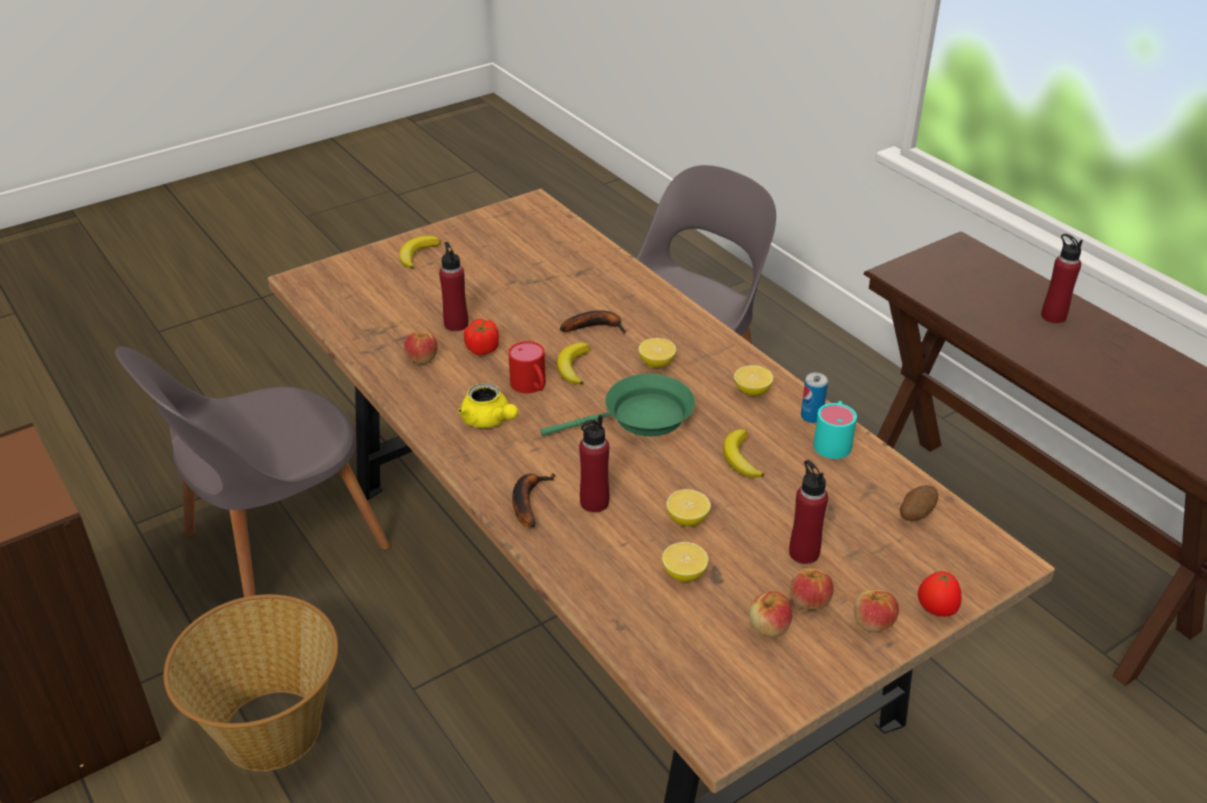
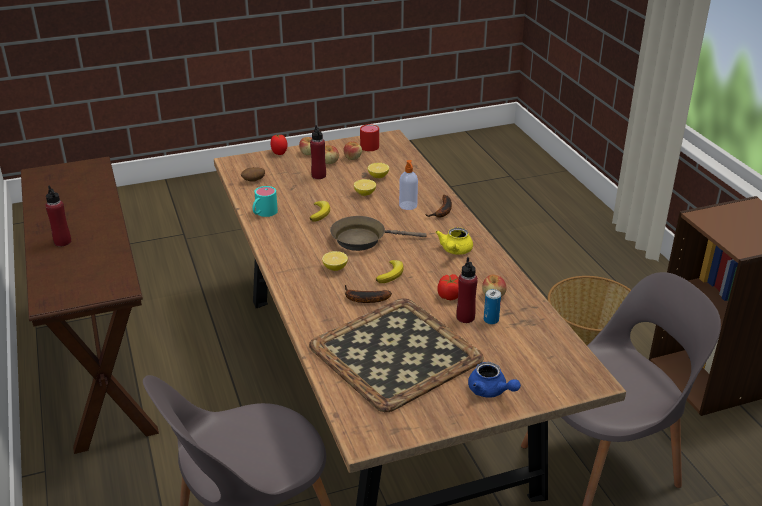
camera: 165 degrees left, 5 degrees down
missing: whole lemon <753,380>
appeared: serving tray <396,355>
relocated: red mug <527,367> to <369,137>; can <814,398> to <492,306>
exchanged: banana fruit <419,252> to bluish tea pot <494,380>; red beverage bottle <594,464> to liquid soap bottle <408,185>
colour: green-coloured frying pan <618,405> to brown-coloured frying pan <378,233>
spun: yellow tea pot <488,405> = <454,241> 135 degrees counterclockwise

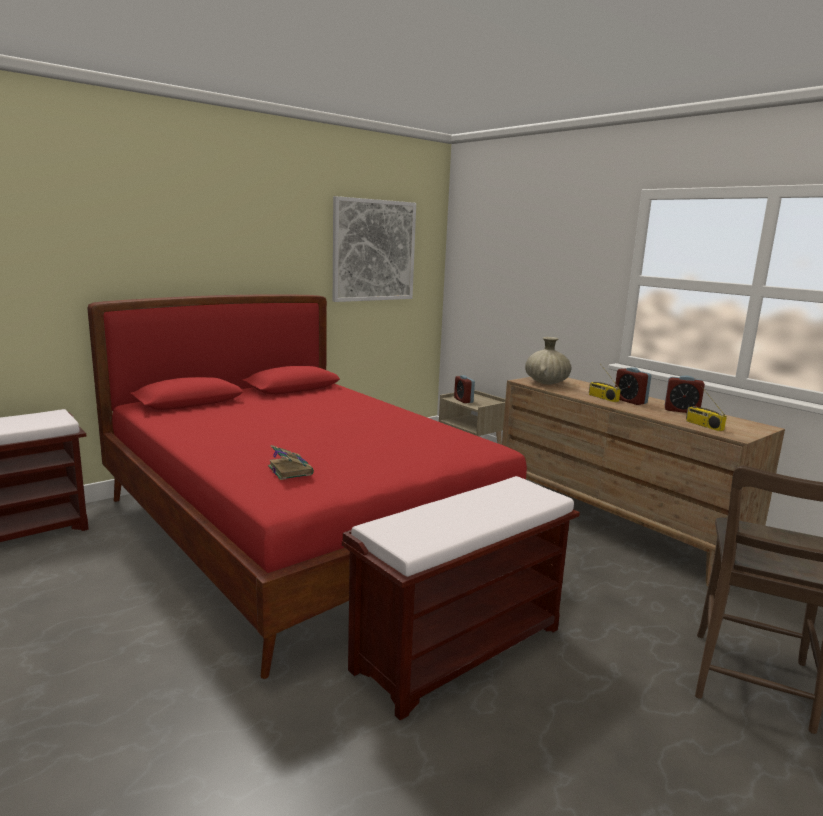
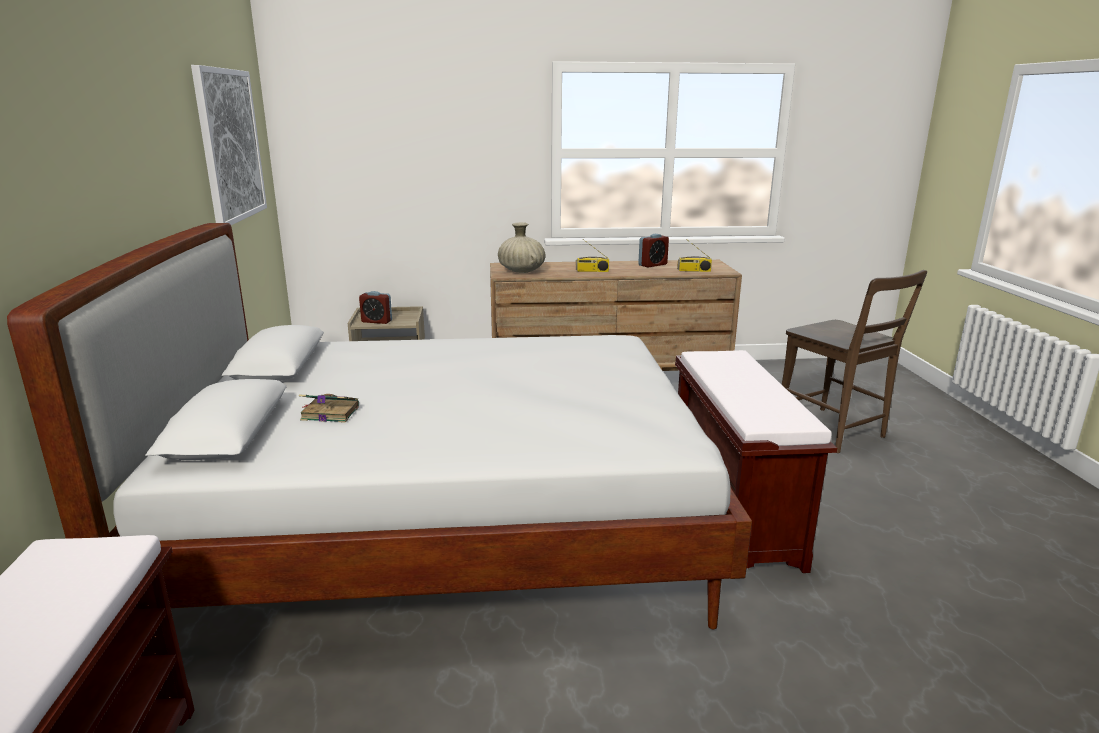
camera: 55 degrees left, 5 degrees up
missing: bedside clock <633,386>
relocated: book <291,462> to <329,408>
colour: red sleeping bed <307,486> to whitish sleeping bed <379,426>

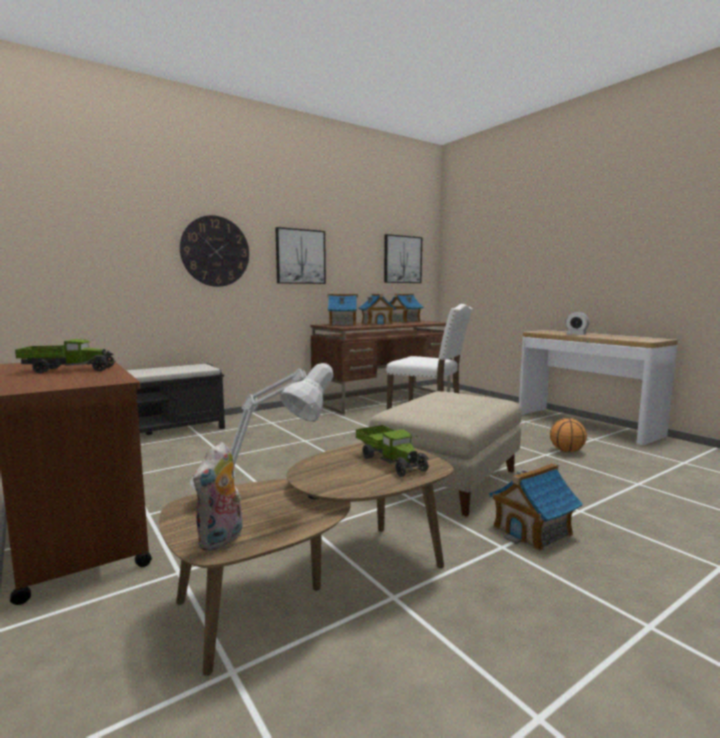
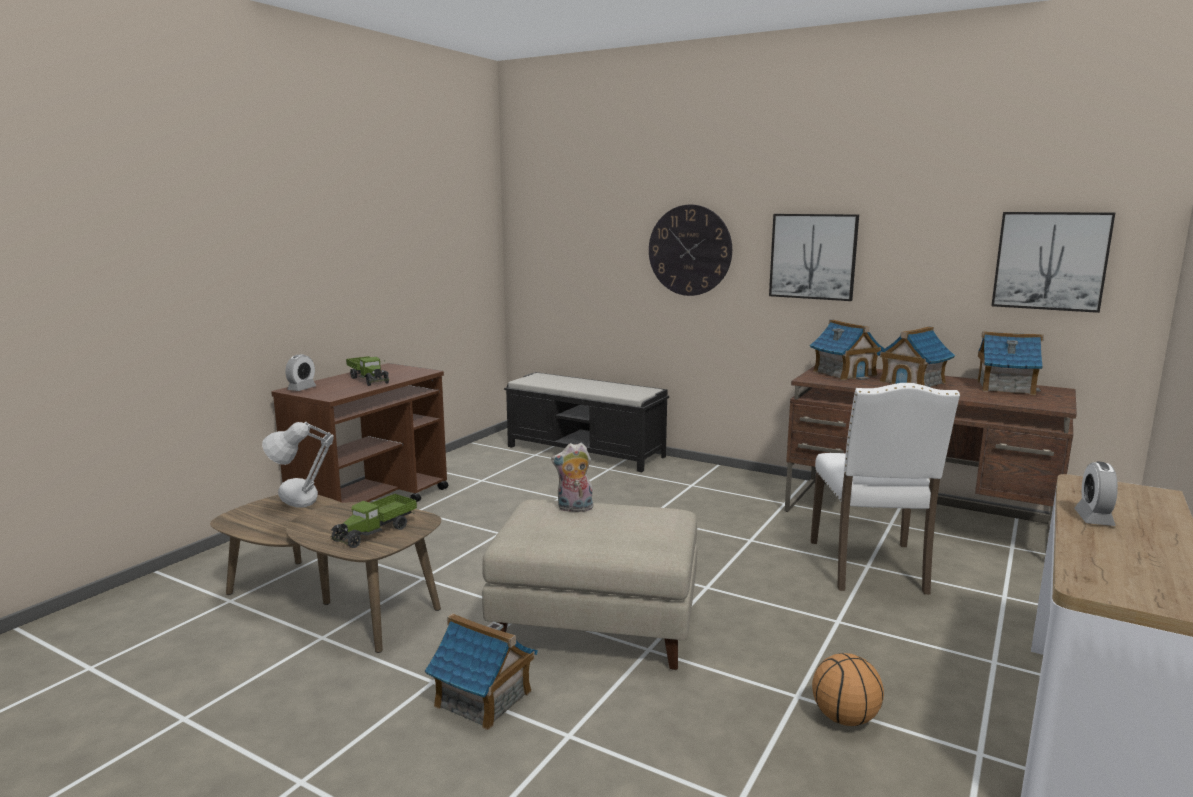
camera: 65 degrees right, 5 degrees up
appeared: bedside clock <301,372>
relocated: plush toy <217,496> to <572,477>

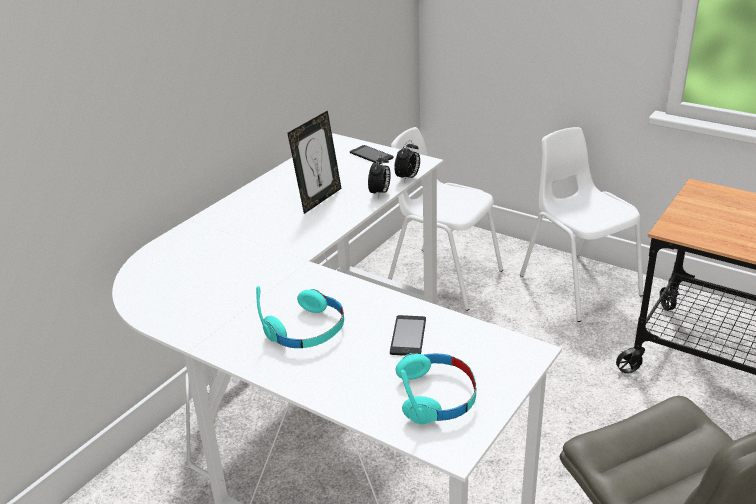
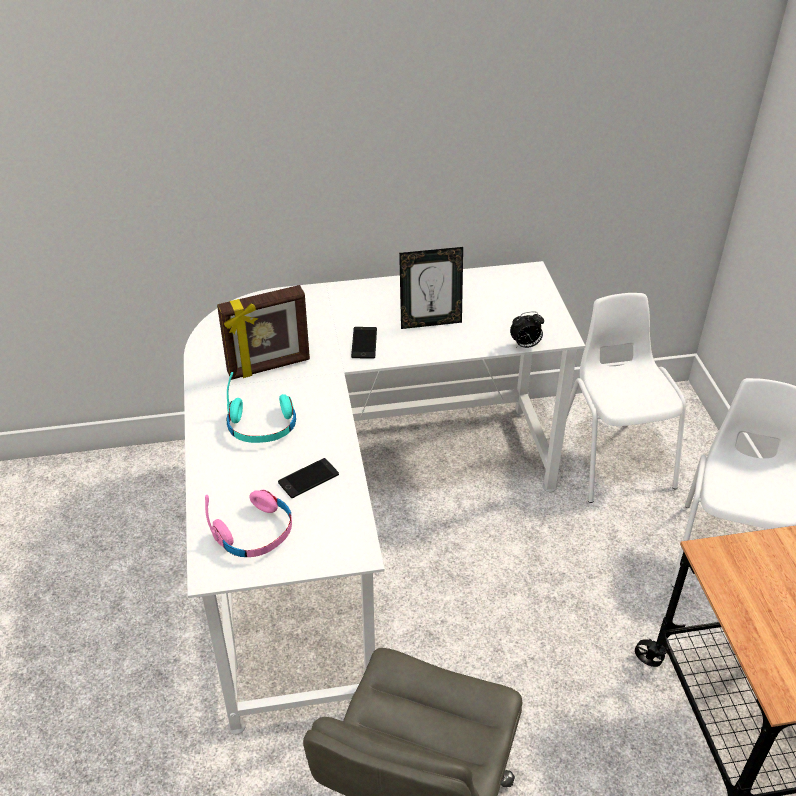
camera: 45 degrees right, 10 degrees up
missing: bedside clock <379,176>
appeared: photo frame <263,332>
relocated: phone <372,154> to <364,343>
colour: blue-green pair of headphones <435,388> to pink-coloured pair of headphones <248,523>

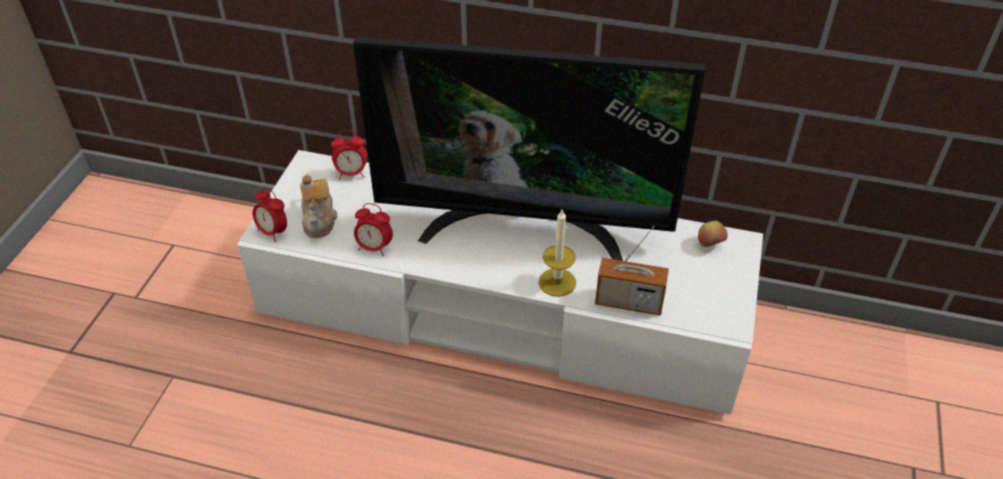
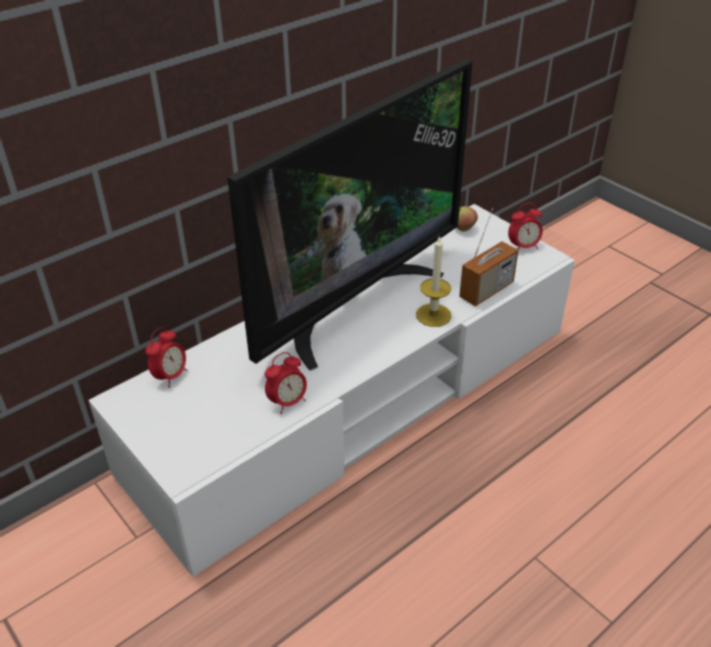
camera: 55 degrees left, 5 degrees down
missing: tea pot <318,206>
relocated: bedside clock <270,214> to <525,226>

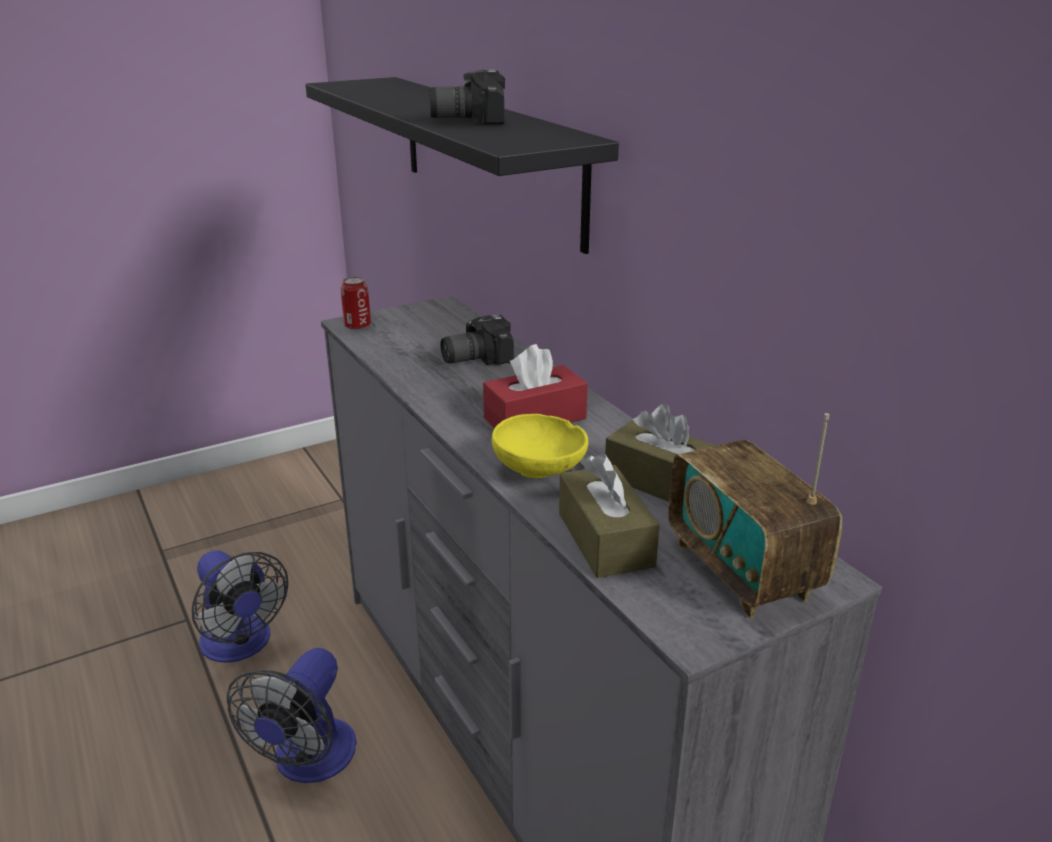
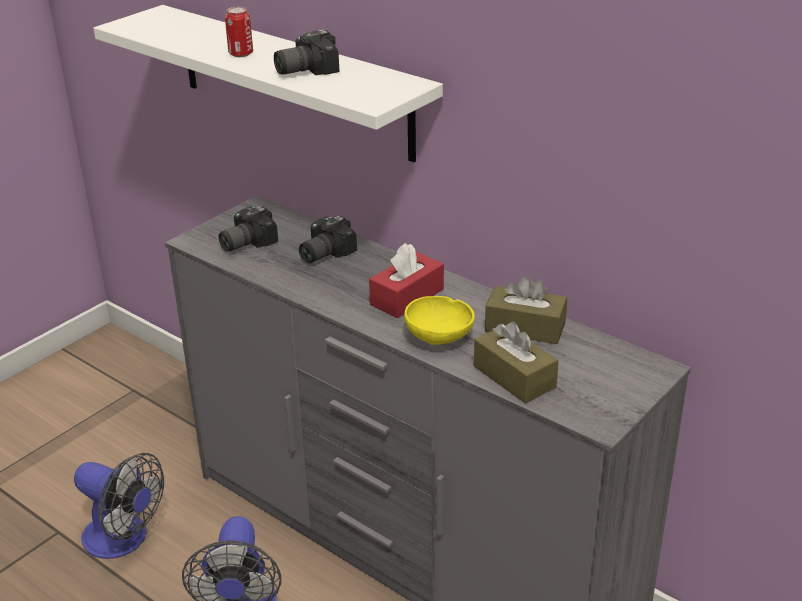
camera: 20 degrees left, 5 degrees up
missing: radio <755,516>
appeared: photo camera <248,229>
relocated: can <356,303> to <239,32>
colour: black-coloured shelf <462,165> to whitish shelf <268,83>

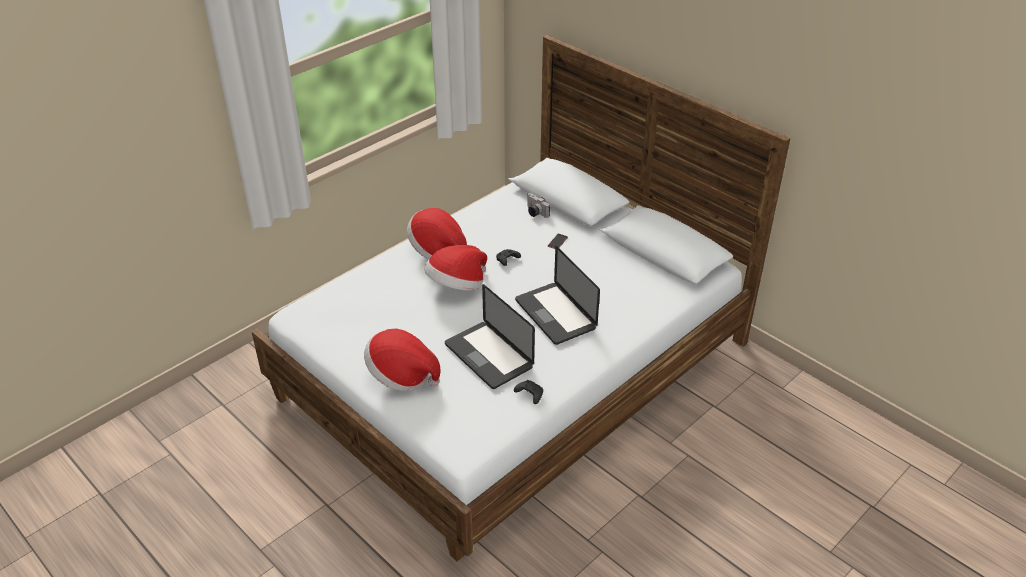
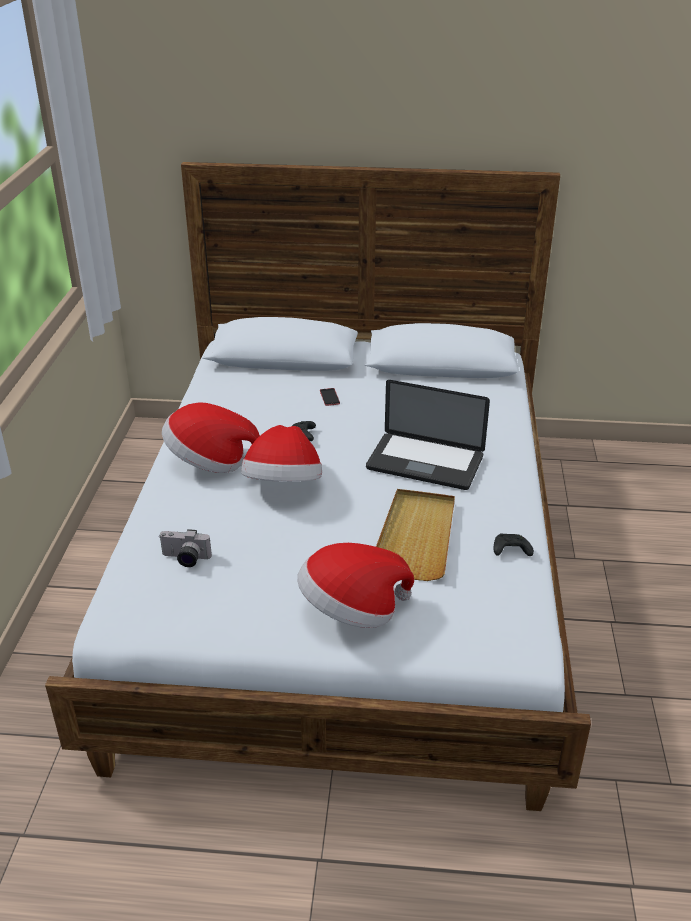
camera: 40 degrees left, 5 degrees down
relocated: photo camera <538,205> to <186,548>
exchanged: notebook computer <490,336> to beige-coloured serving tray <415,535>

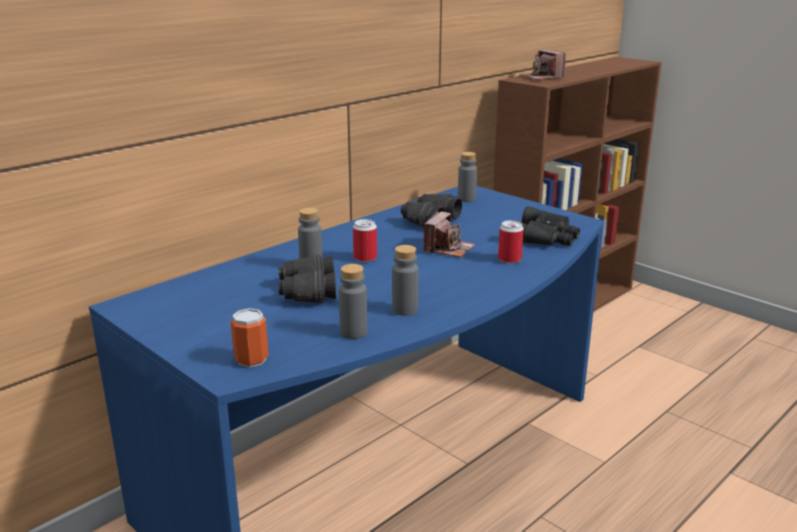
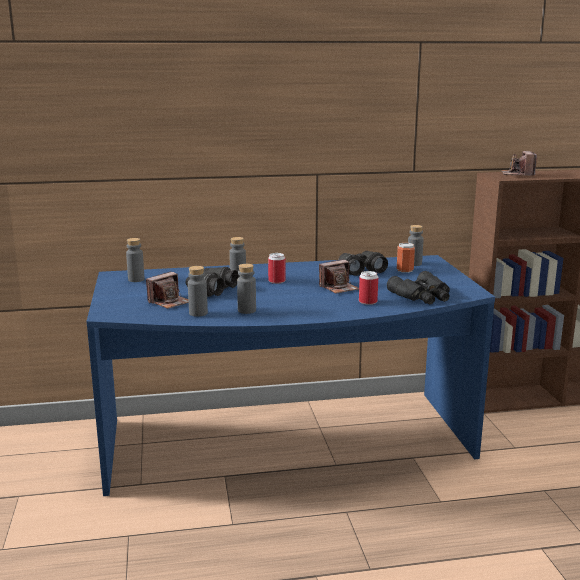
camera: 35 degrees right, 5 degrees down
appeared: gray beverage bottle <135,260>; photo camera <167,290>
relocated: can <250,337> to <406,258>

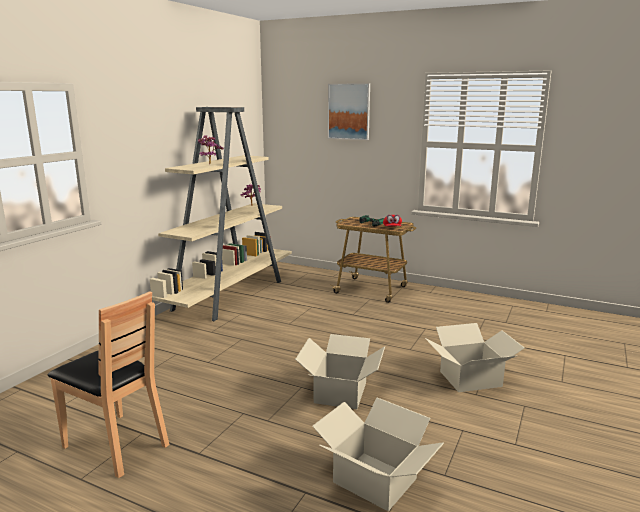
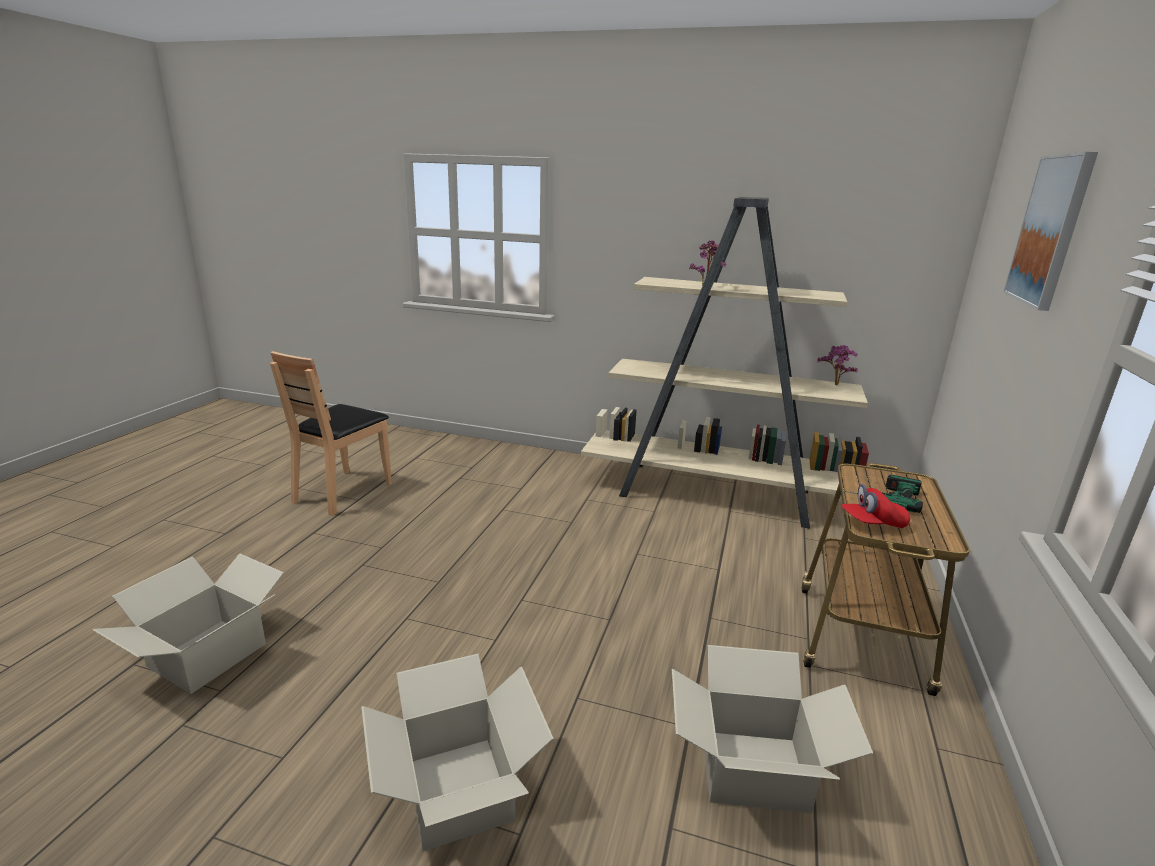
camera: 80 degrees right, 5 degrees up
relocated: packing box <340,371> to <772,729>

